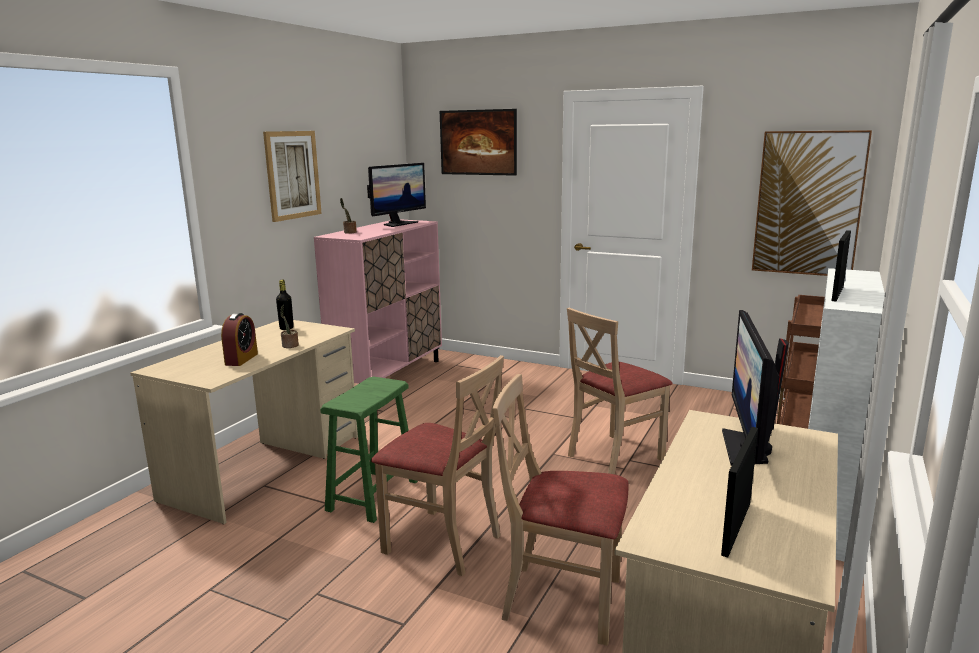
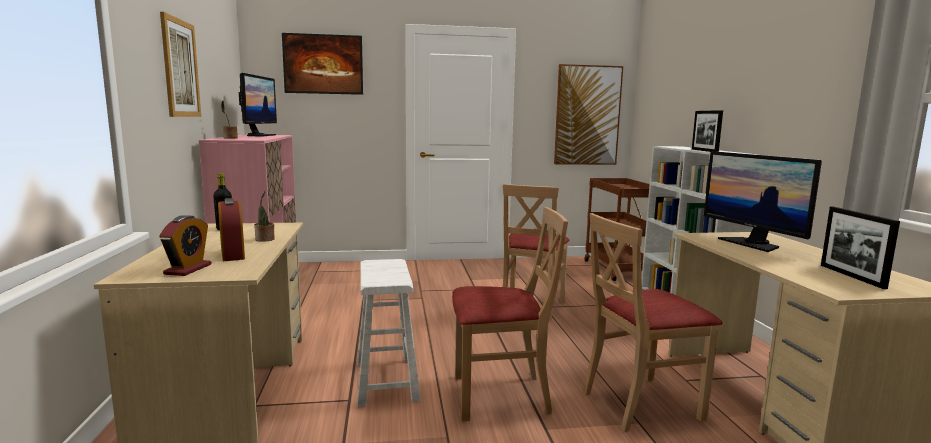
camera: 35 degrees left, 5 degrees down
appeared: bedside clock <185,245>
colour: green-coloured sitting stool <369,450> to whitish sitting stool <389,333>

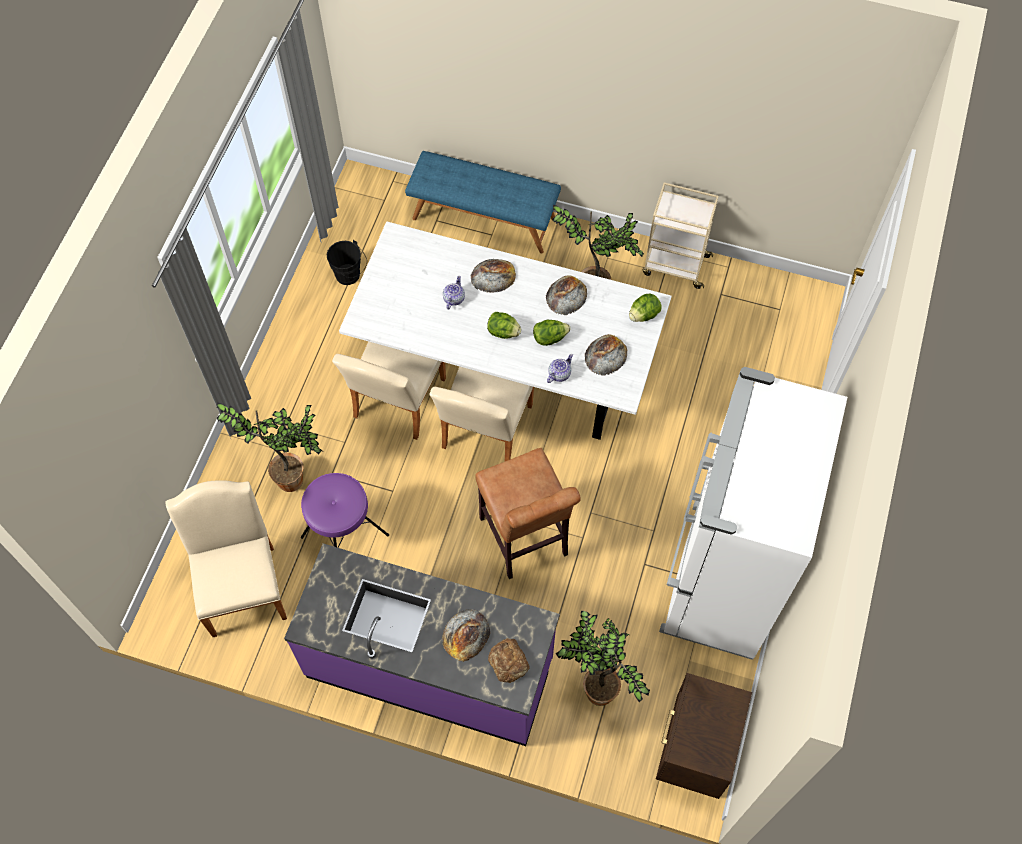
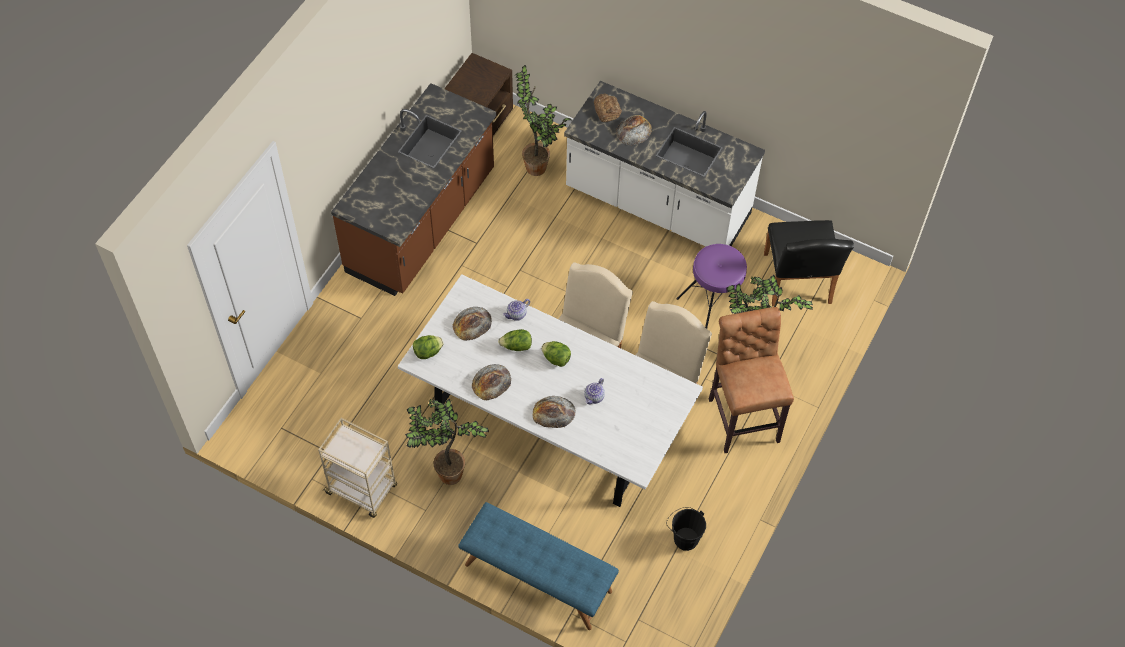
camera: 170 degrees left, 5 degrees down
relocated: brown-coloured sitting stool <528,513> to <751,380>
exchanged: whitish refrigerator <753,513> to brown-coloured counter <414,189>
colour: beige-coloured upright chair <226,558> to black-coloured upright chair <809,263>; purplish counter <422,644> to whitish counter <664,163>

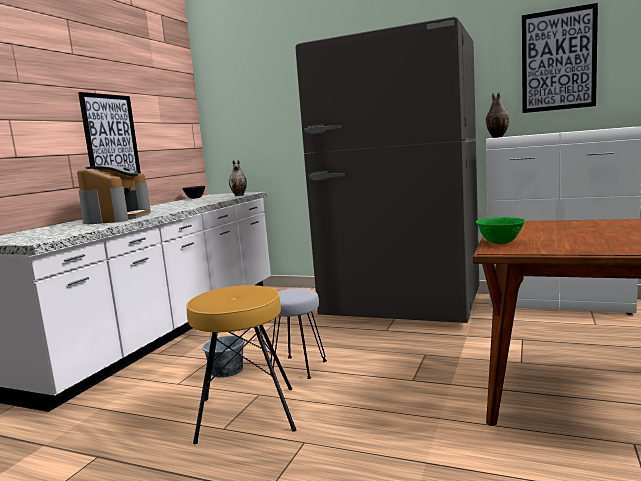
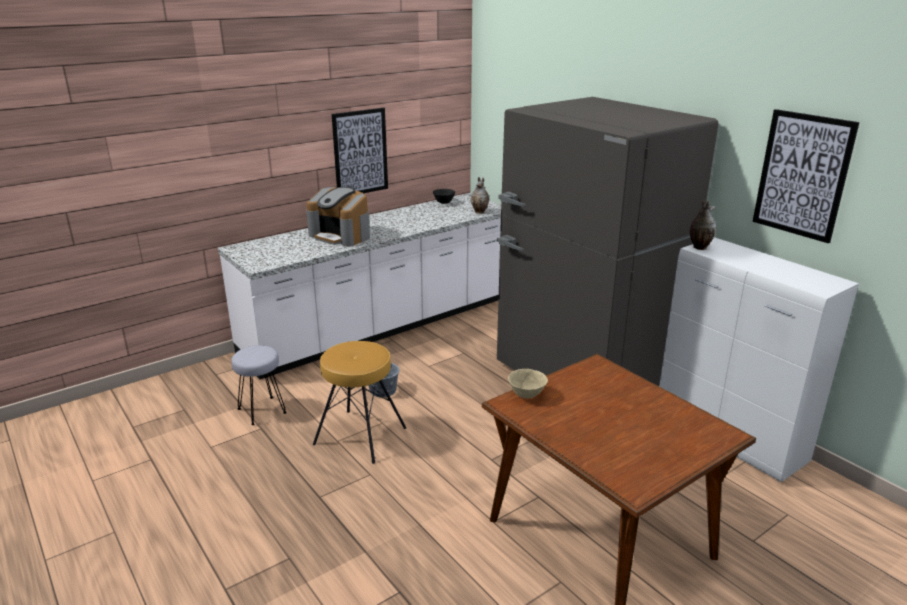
camera: 30 degrees right, 15 degrees up
relocated: gray sitting stool <298,333> to <259,385>
colour: green-coloured bowl <500,230> to beige-coloured bowl <528,384>
spun: coffee machine <114,194> = <338,217> 90 degrees clockwise

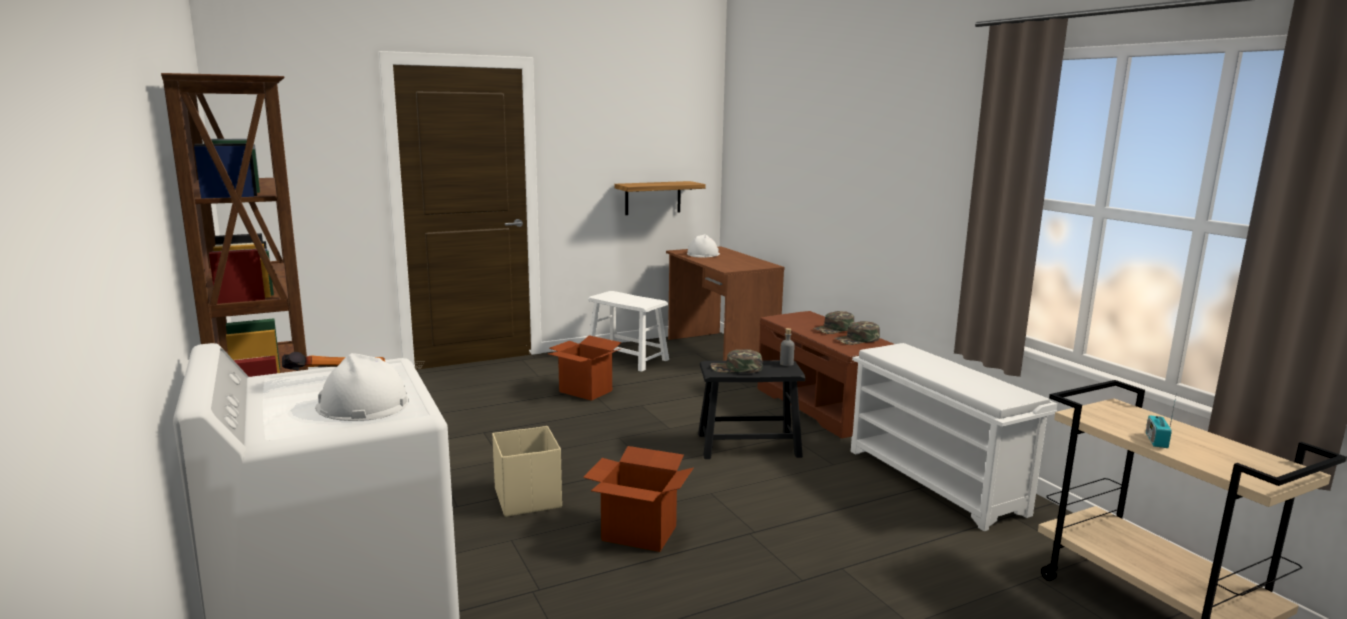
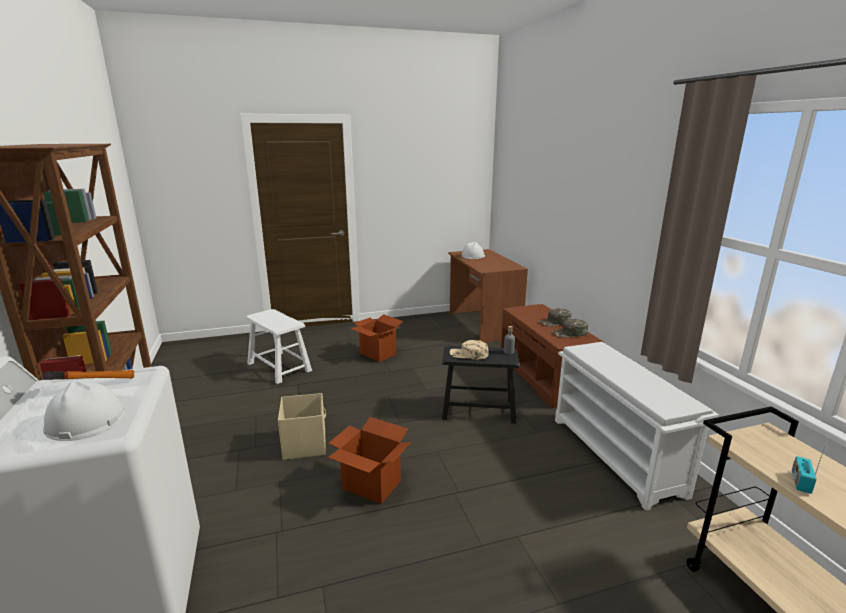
camera: 10 degrees right, 5 degrees up
missing: shelf <660,198>
relocated: whitish sitting stool <628,331> to <279,346>
colour: green-coloured baseball cap <737,361> to beige-coloured baseball cap <469,350>

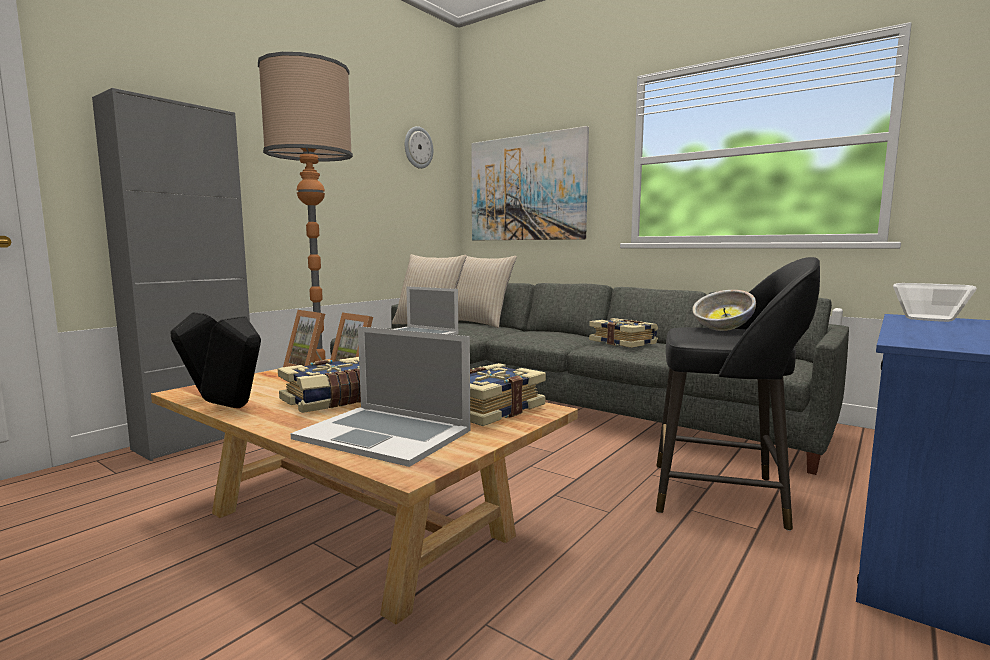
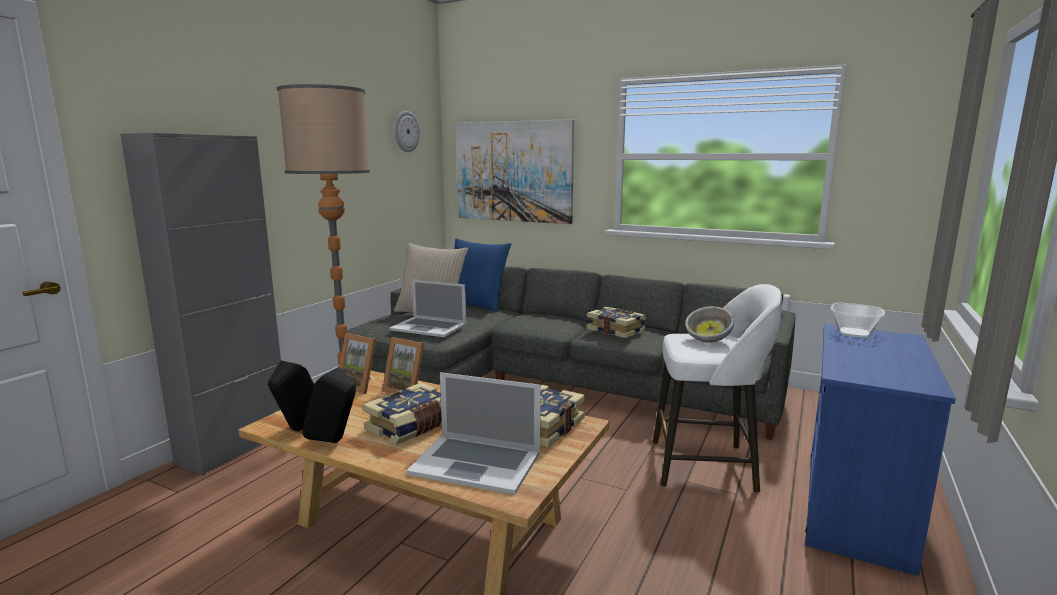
camera: 10 degrees left, 5 degrees up
colour: beige-coloured cushion <486,292> to bluish cushion <482,275>; black-coloured sitting stool <738,394> to whitish sitting stool <717,388>

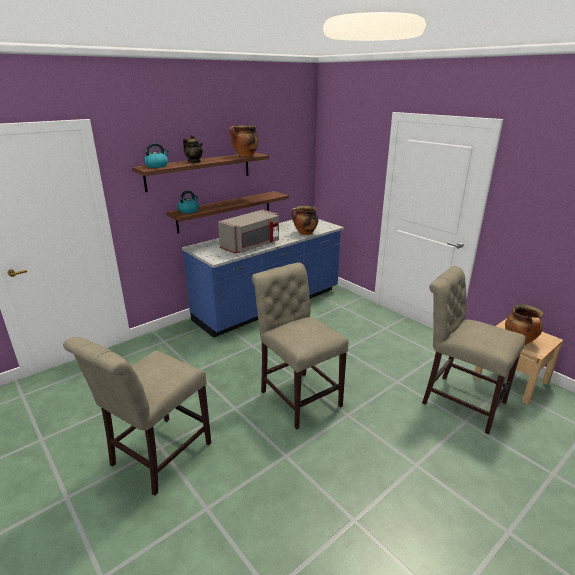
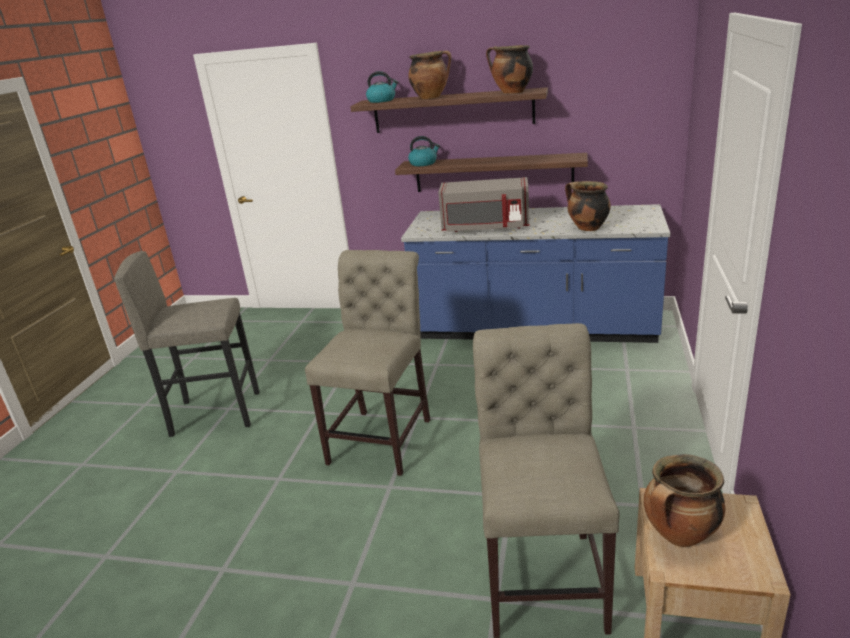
camera: 55 degrees right, 0 degrees up
exchanged: tea pot <193,148> to stockpot <429,75>; beige-coloured upright chair <137,416> to gray sitting stool <187,344>

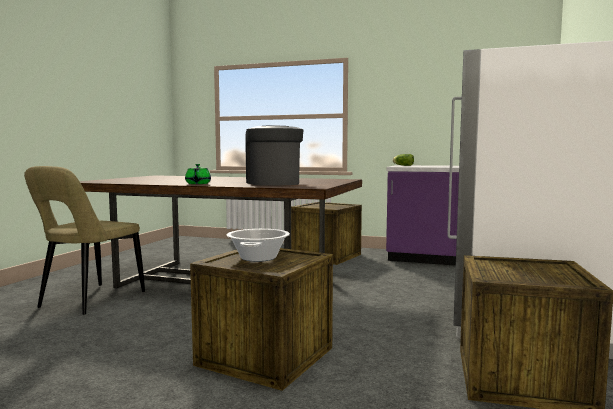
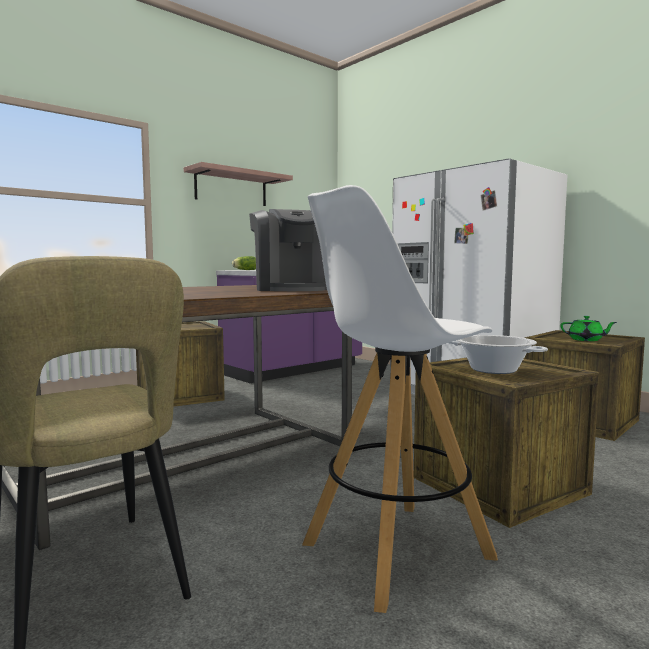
camera: 60 degrees left, 0 degrees up
appeared: shelf <238,184>; whitish sitting stool <400,399>
relocated: green-coloured tea pot <198,174> to <588,328>
spun: coffee machine <274,156> = <288,250> 120 degrees counterclockwise

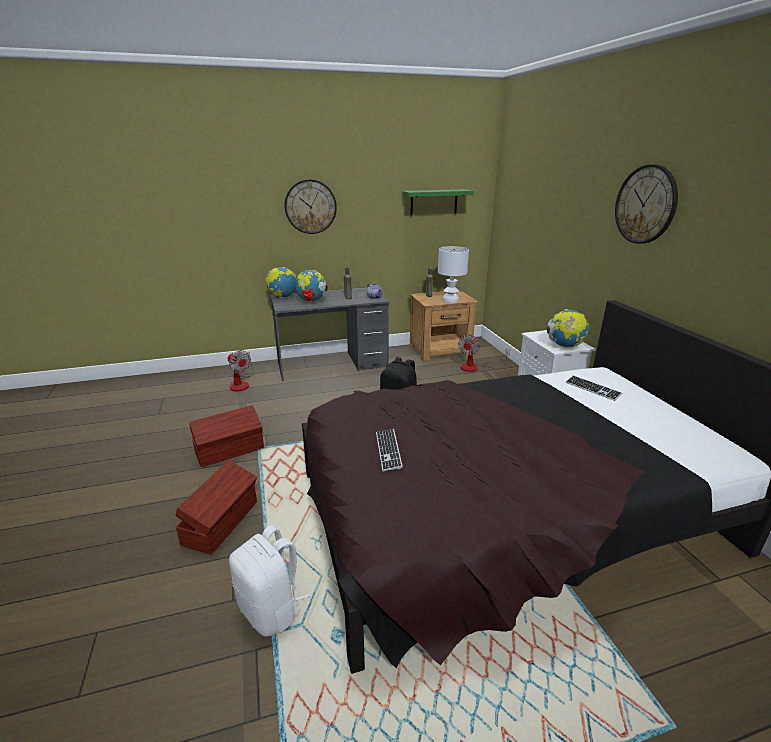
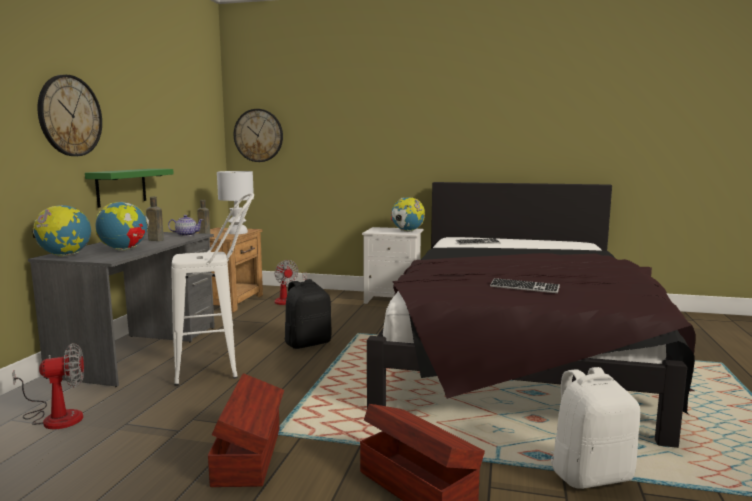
camera: 60 degrees left, 15 degrees down
appeared: whitish sitting stool <212,289>
relocated: hanging clock <646,204> to <258,135>; green-coloured shelf <438,202> to <129,188>

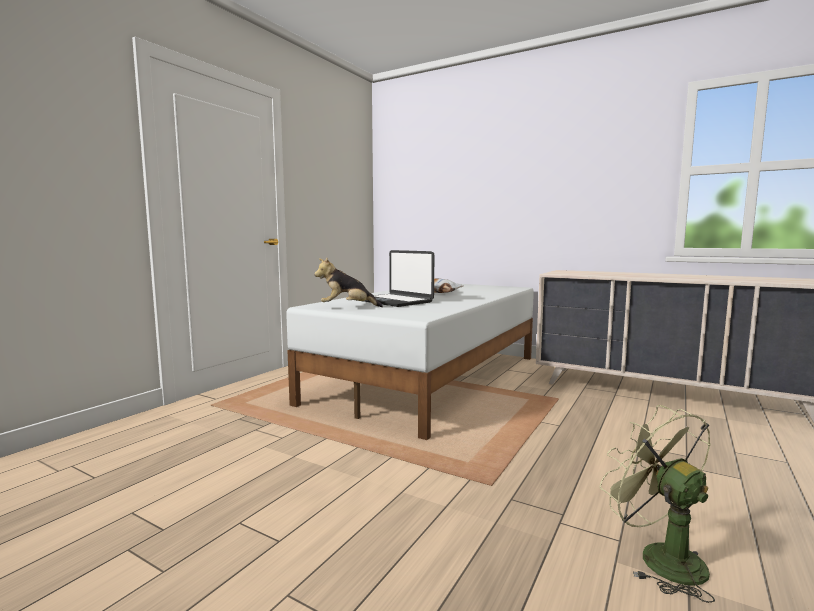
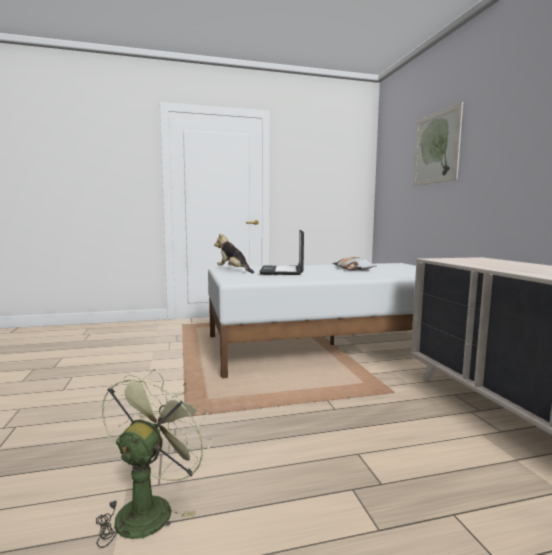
camera: 45 degrees right, 0 degrees up
appeared: wall art <438,144>

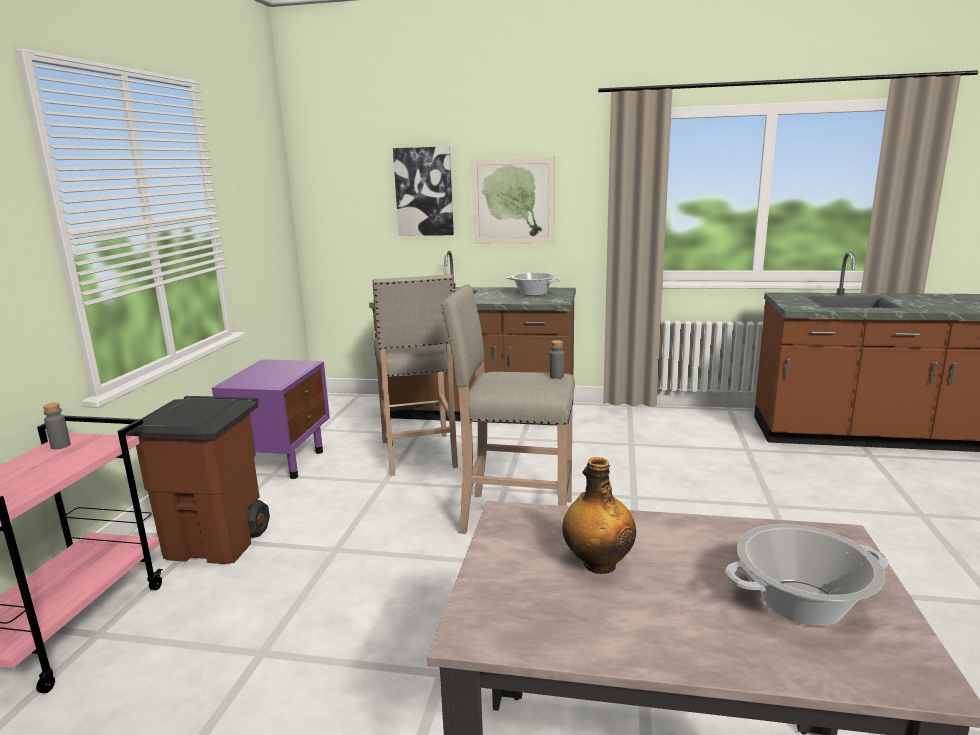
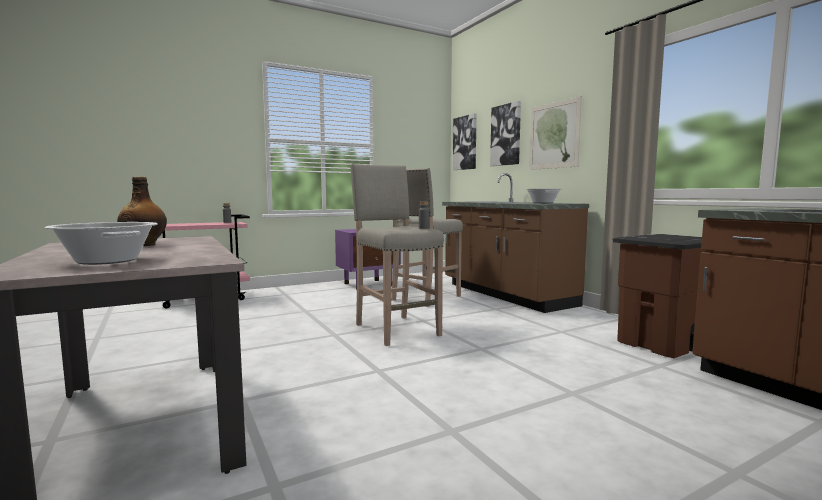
camera: 50 degrees right, 10 degrees down
appeared: wall art <465,141>
relocated: brown-coloured trash can <197,480> to <658,296>

